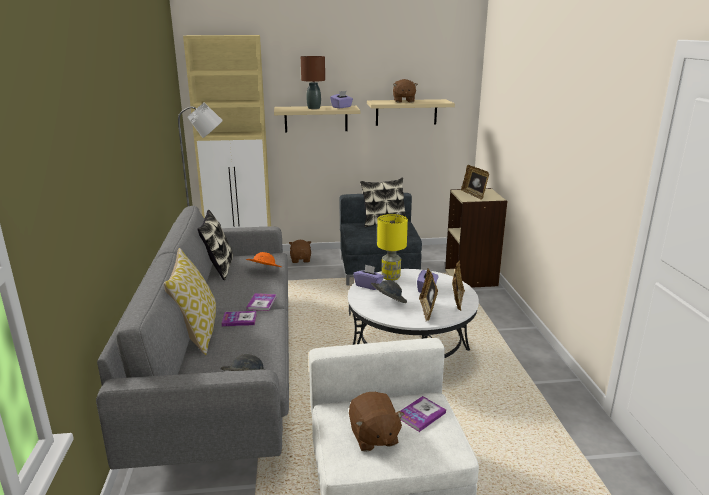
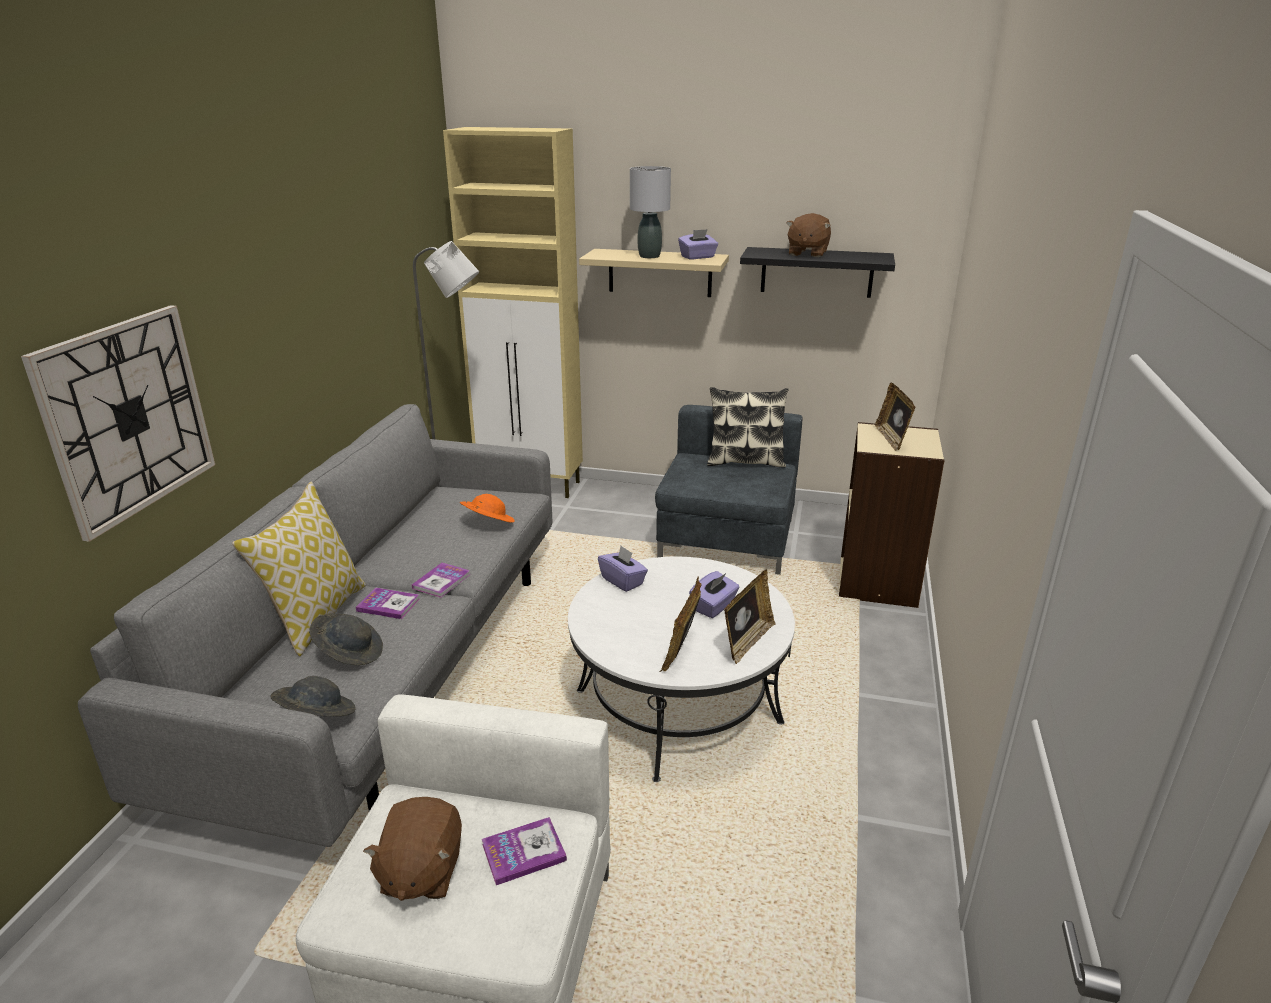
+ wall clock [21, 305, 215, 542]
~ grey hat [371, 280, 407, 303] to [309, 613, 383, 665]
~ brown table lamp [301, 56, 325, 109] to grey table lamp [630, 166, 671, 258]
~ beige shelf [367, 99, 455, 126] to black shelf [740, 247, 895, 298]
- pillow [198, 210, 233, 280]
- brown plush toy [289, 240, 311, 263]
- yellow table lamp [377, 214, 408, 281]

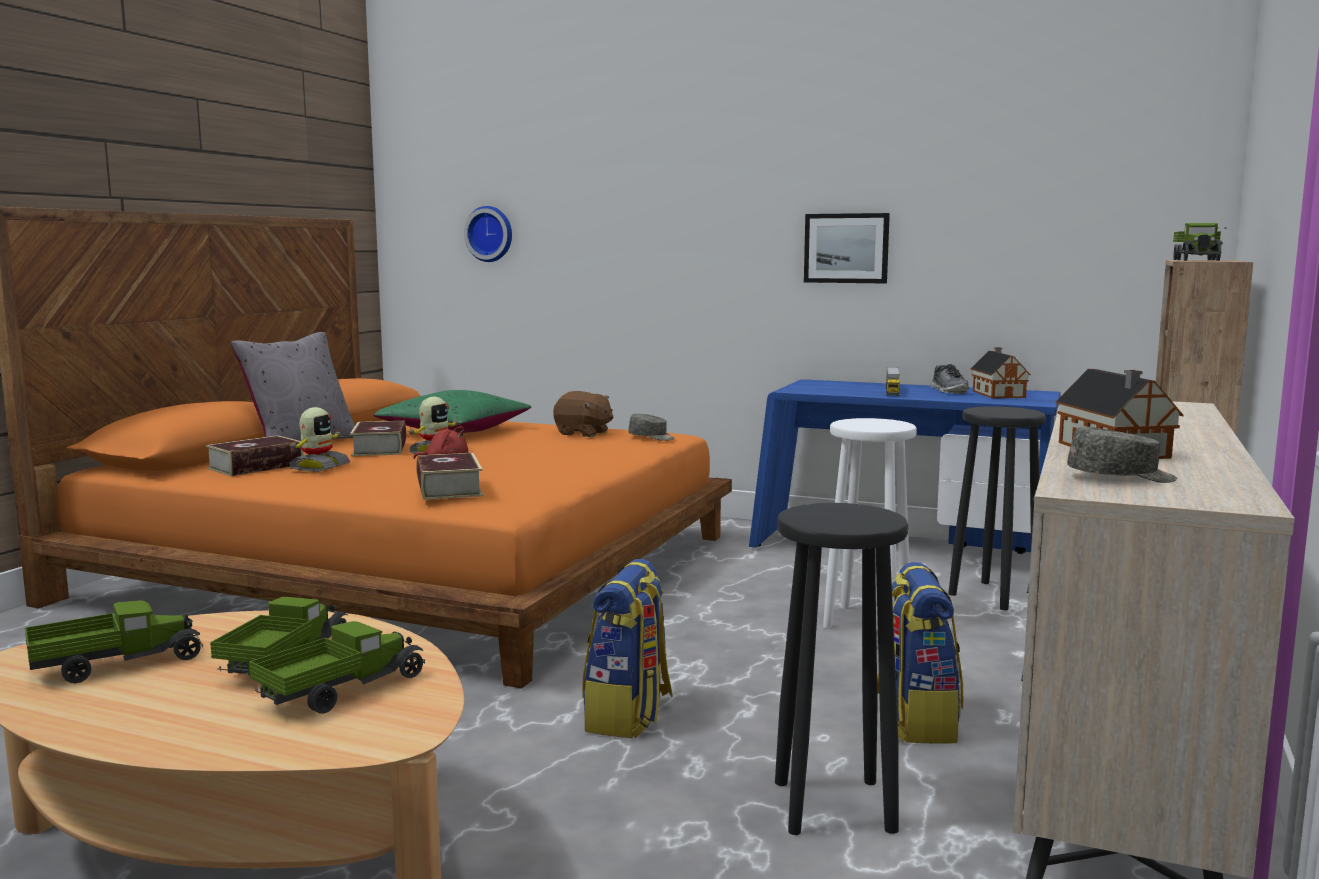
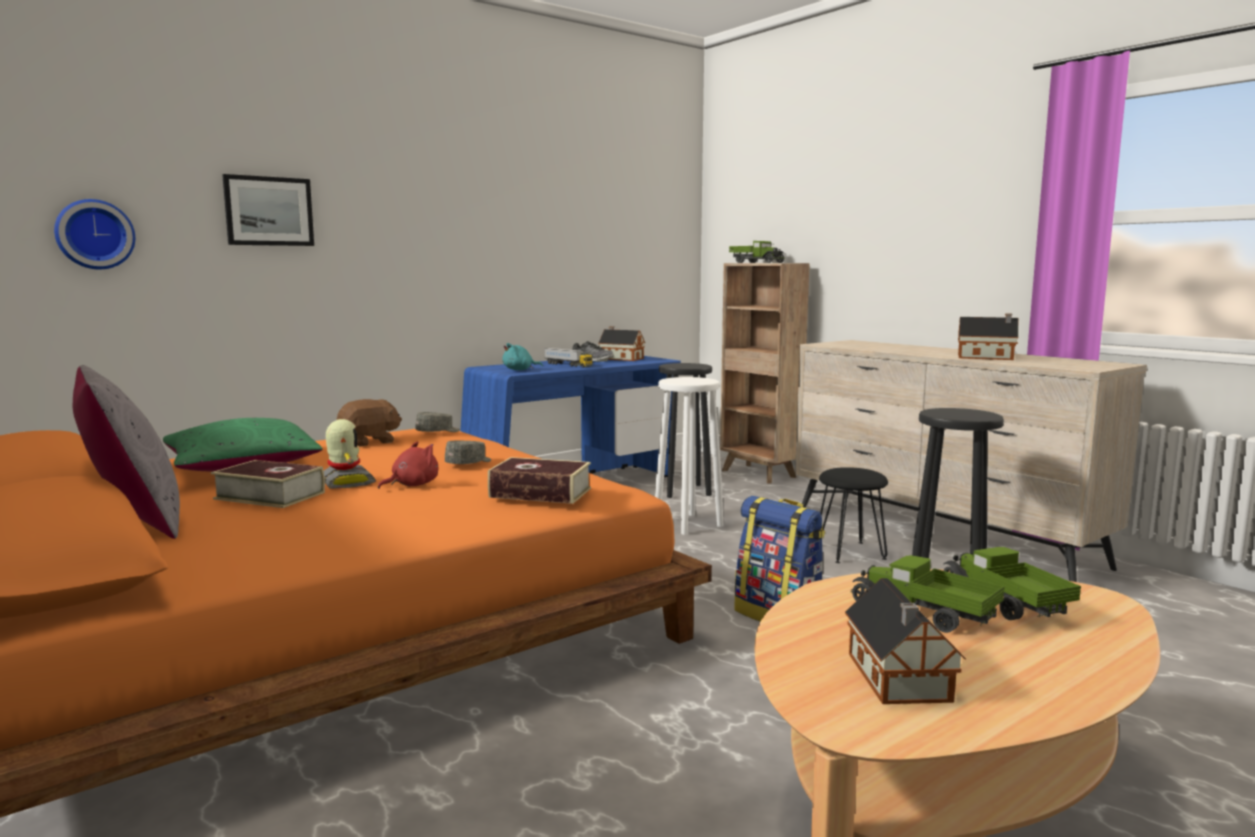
~ picture [804, 213, 890, 284] to [222, 174, 314, 246]
~ grey cap [1067, 427, 1177, 483] to [445, 441, 491, 464]
+ turquoise plush toy [502, 343, 543, 370]
~ backpack [877, 562, 963, 744] to black stool [819, 467, 888, 563]
~ toy truck [25, 600, 203, 683] to toy house [845, 578, 966, 704]
- book [206, 435, 303, 476]
- toy robot [287, 407, 350, 472]

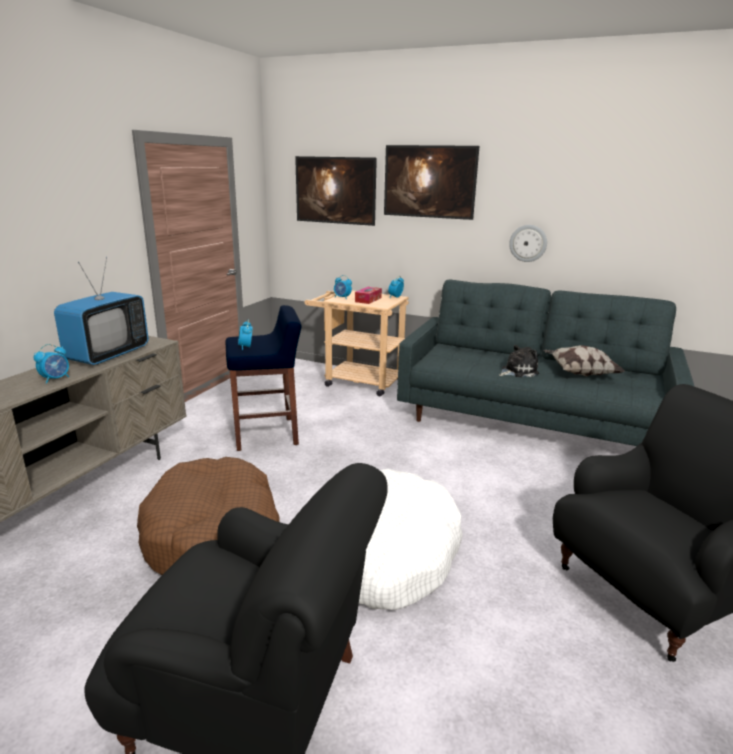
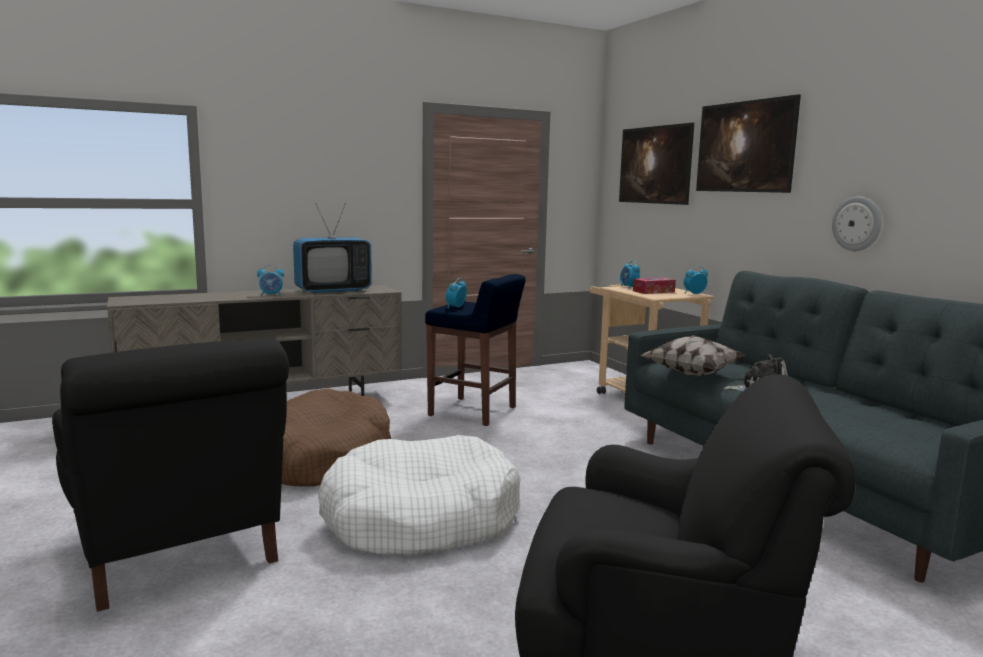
~ pillow [544, 345, 624, 376] to [641, 335, 745, 376]

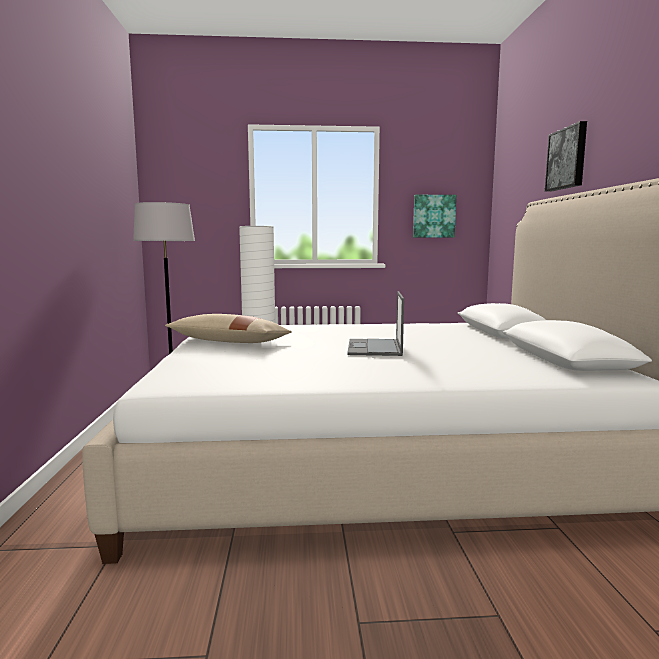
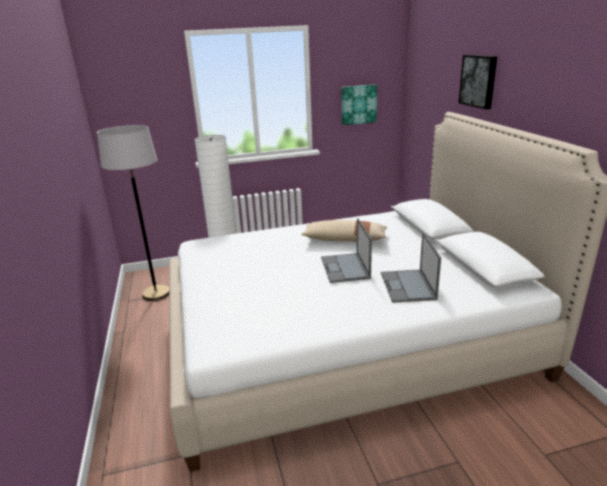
~ beige pillow [165, 314, 292, 343] to [301, 220, 387, 242]
+ laptop [381, 232, 441, 303]

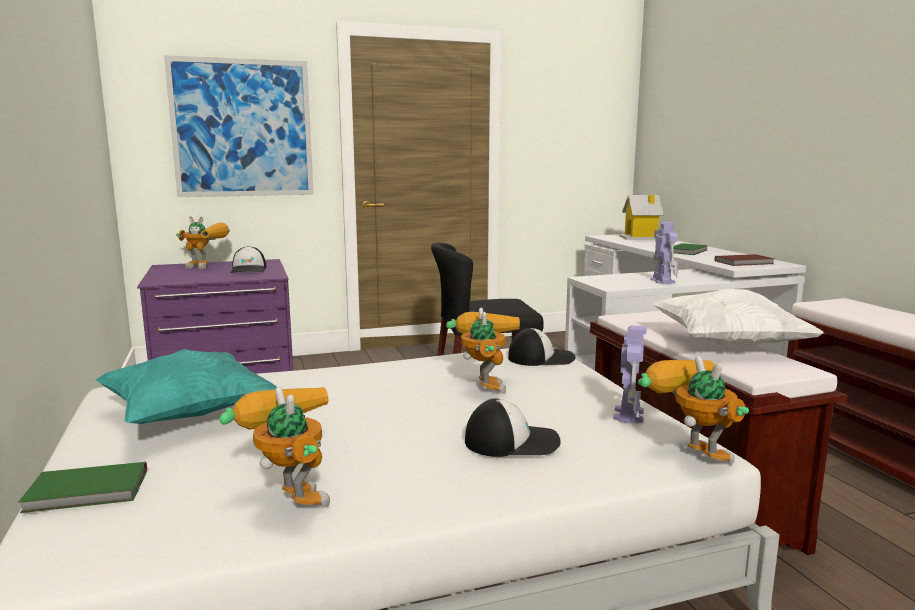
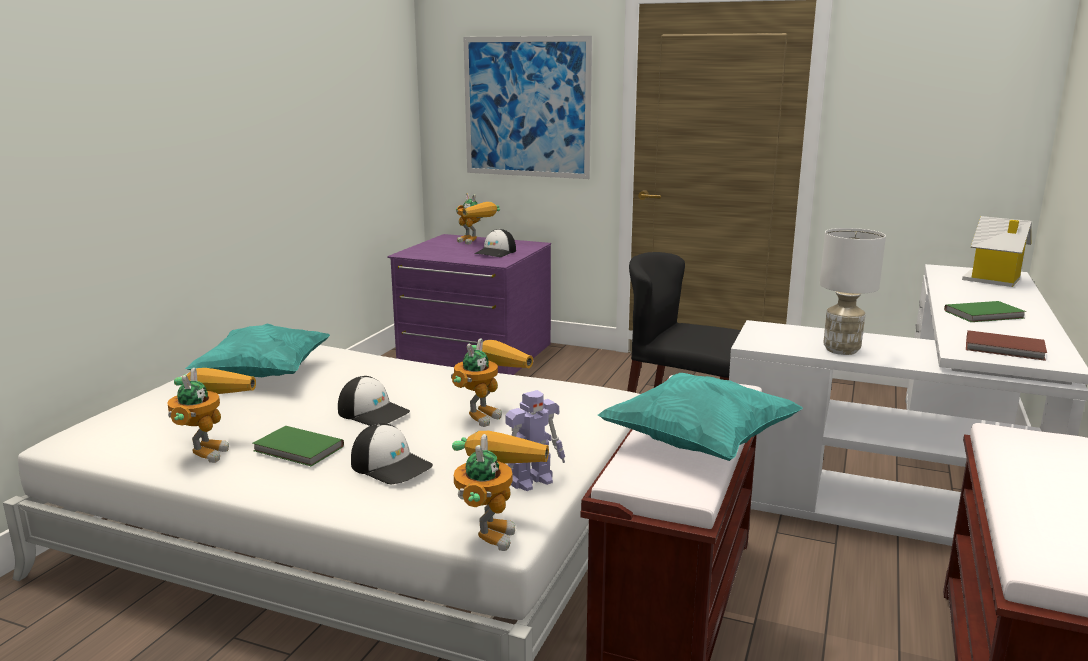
~ green book [18, 462, 147, 513] to [252, 426, 344, 466]
~ cap [508, 328, 576, 366] to [338, 376, 410, 426]
~ white pillow [653, 289, 824, 347] to turquoise pillow [598, 373, 803, 461]
~ toy robot [650, 222, 678, 284] to white table lamp [820, 228, 886, 355]

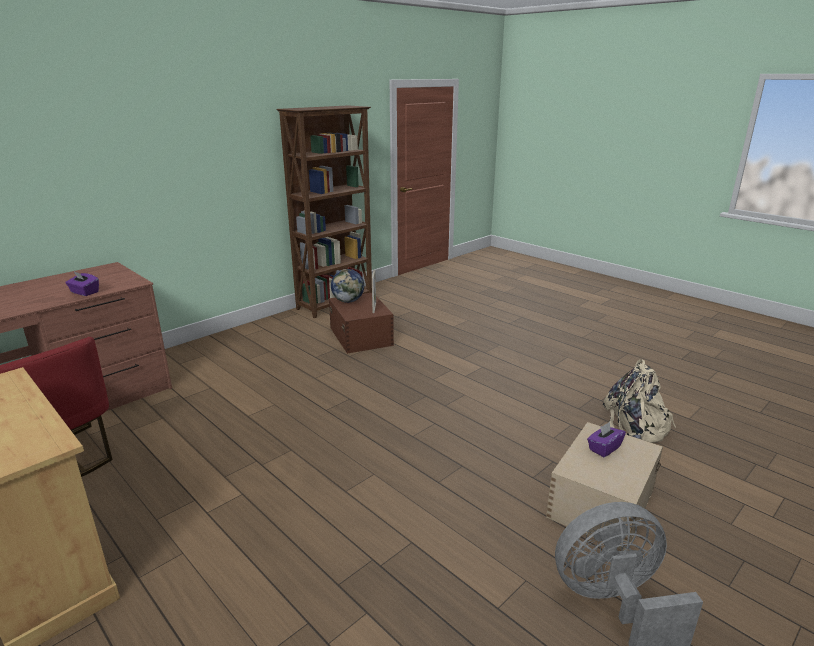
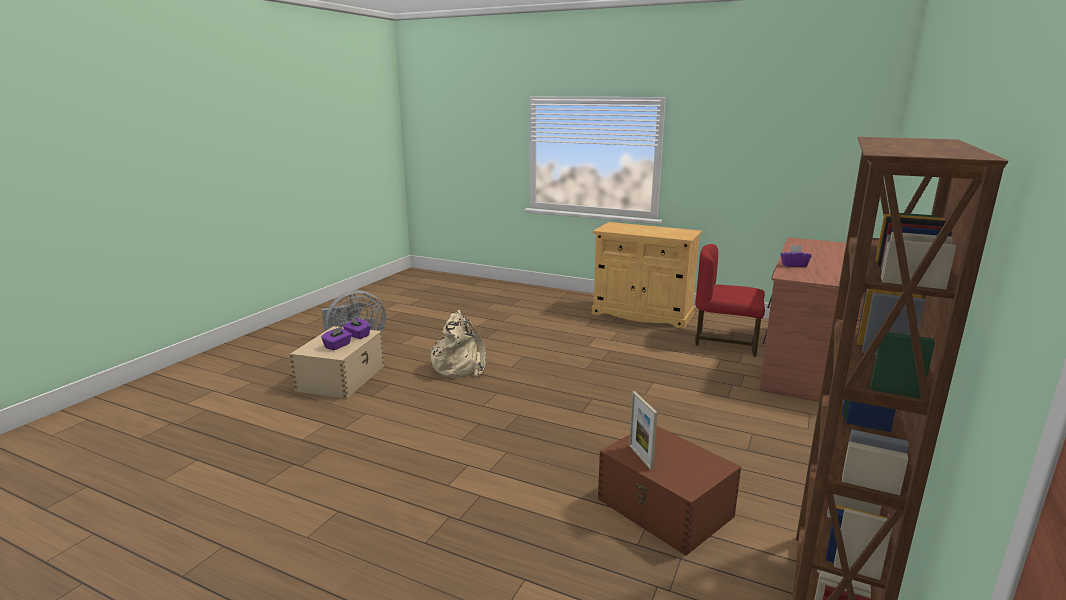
+ purple tissue box [343, 318, 371, 339]
~ beige backpack [602, 359, 676, 443] to [428, 310, 486, 378]
- globe [331, 269, 364, 303]

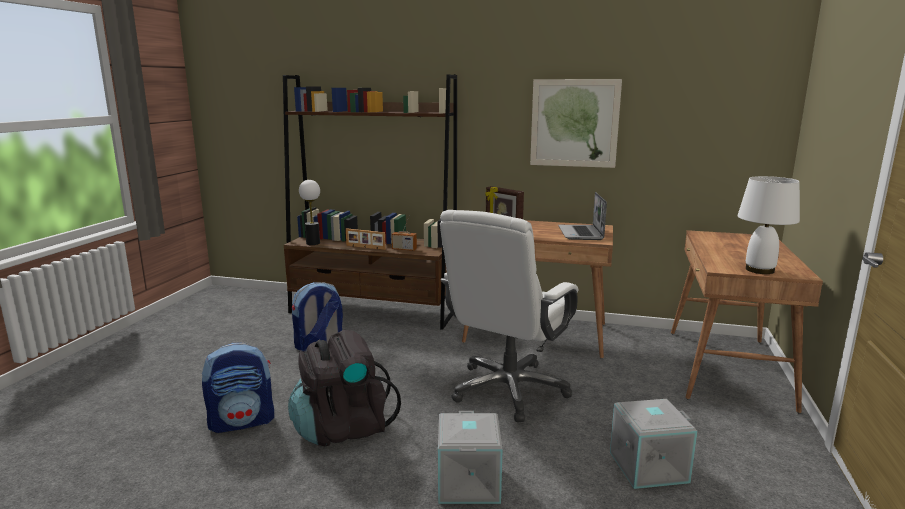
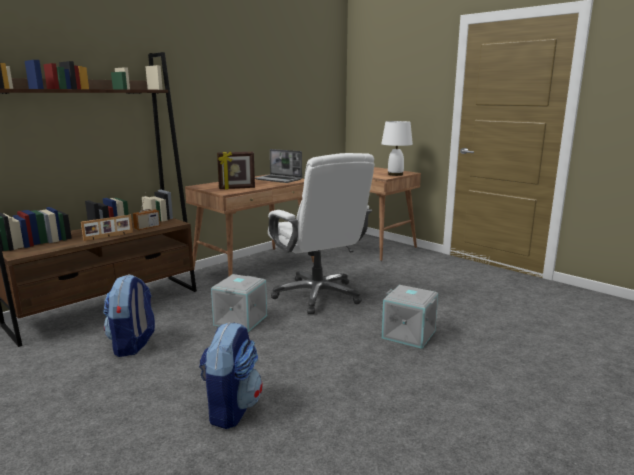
~ grey storage box [610, 399, 698, 489] to [211, 274, 267, 332]
- black backpack [288, 330, 401, 446]
- table lamp [299, 180, 320, 245]
- picture [530, 79, 622, 168]

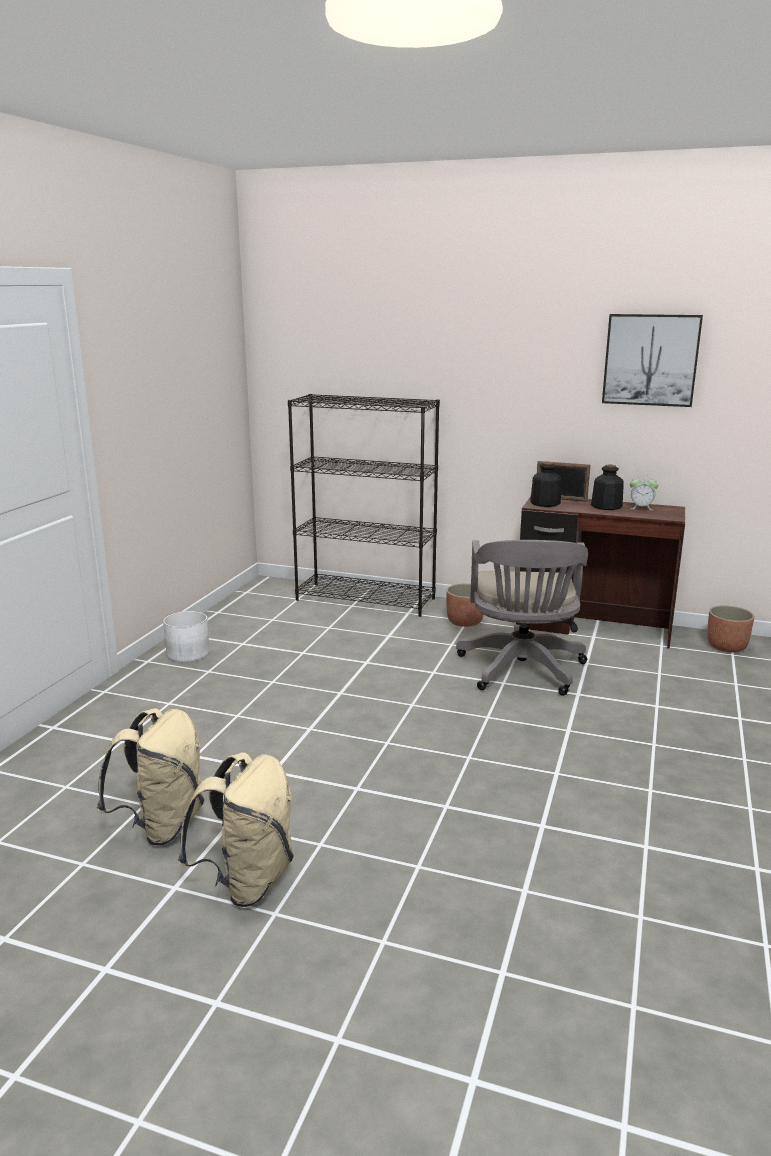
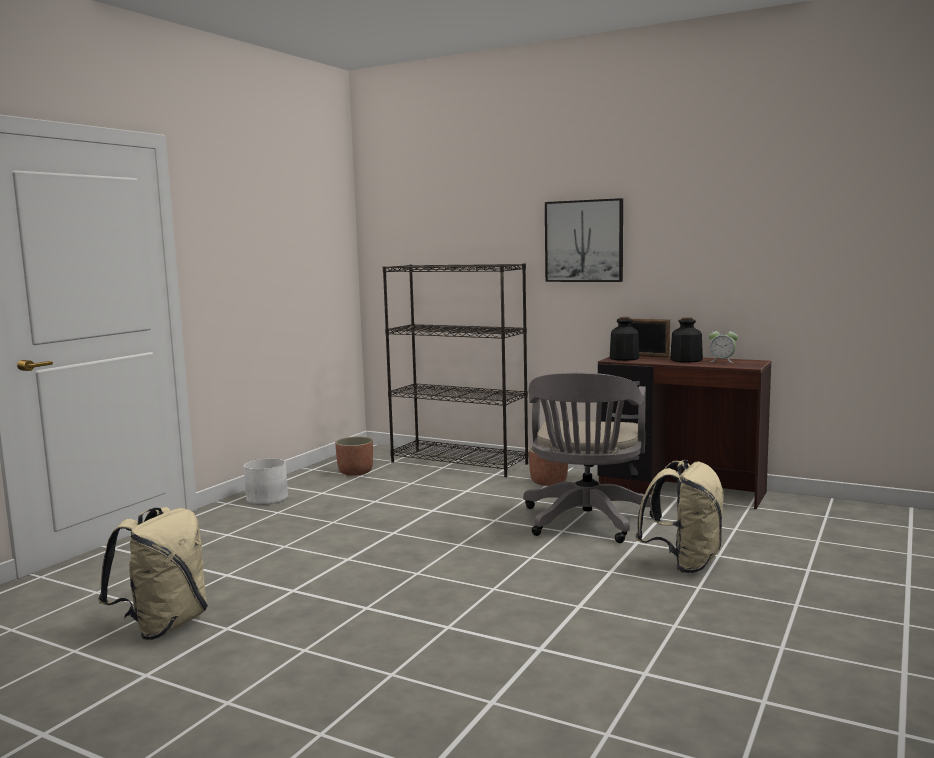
~ planter [707, 606, 755, 652] to [335, 437, 373, 476]
~ picture [602, 314, 703, 407] to [545, 198, 623, 282]
~ beige backpack [178, 752, 294, 907] to [635, 460, 725, 574]

